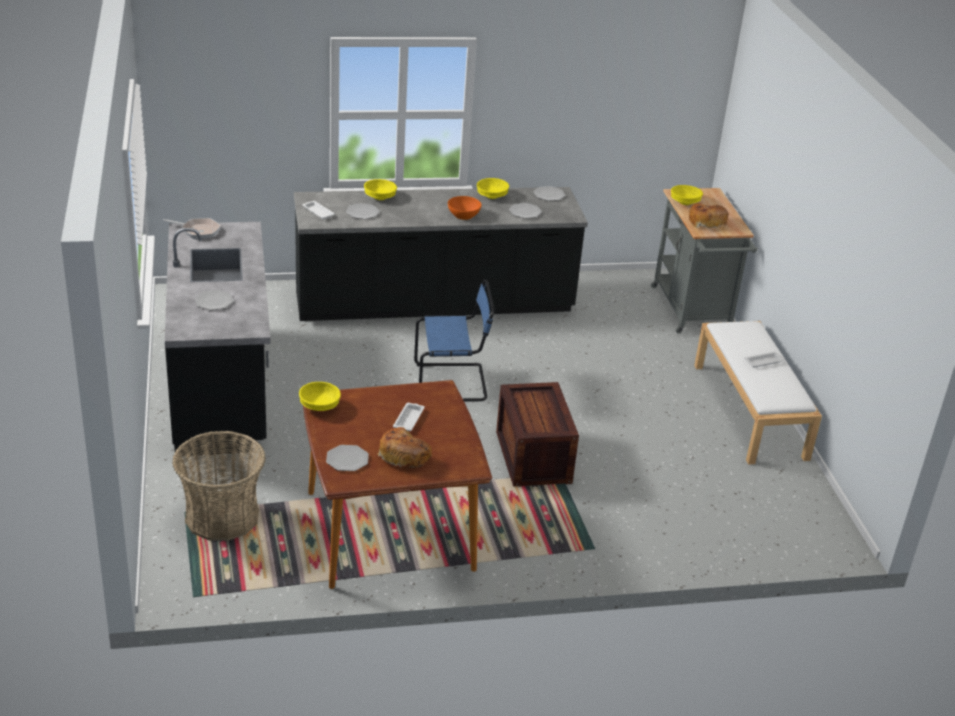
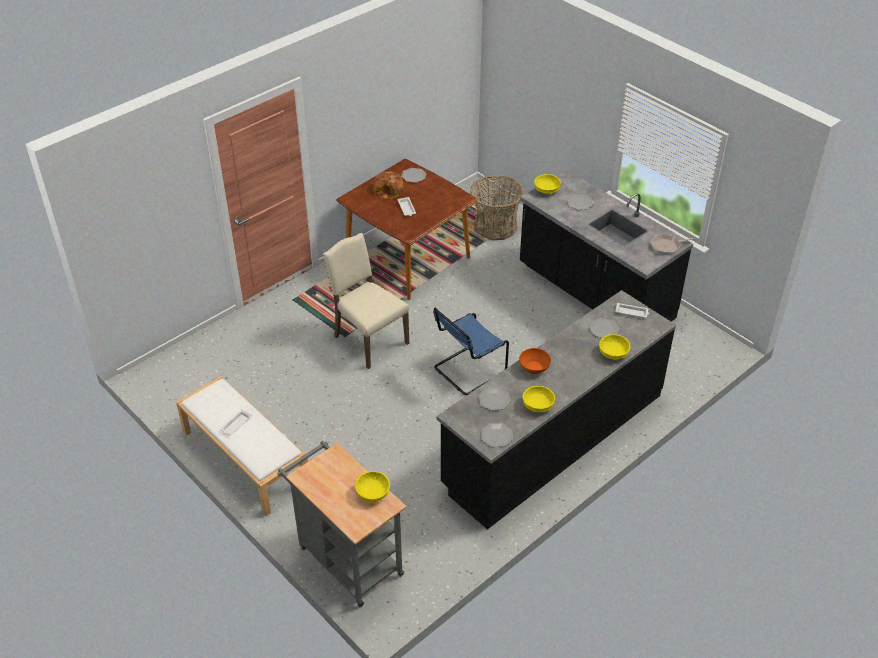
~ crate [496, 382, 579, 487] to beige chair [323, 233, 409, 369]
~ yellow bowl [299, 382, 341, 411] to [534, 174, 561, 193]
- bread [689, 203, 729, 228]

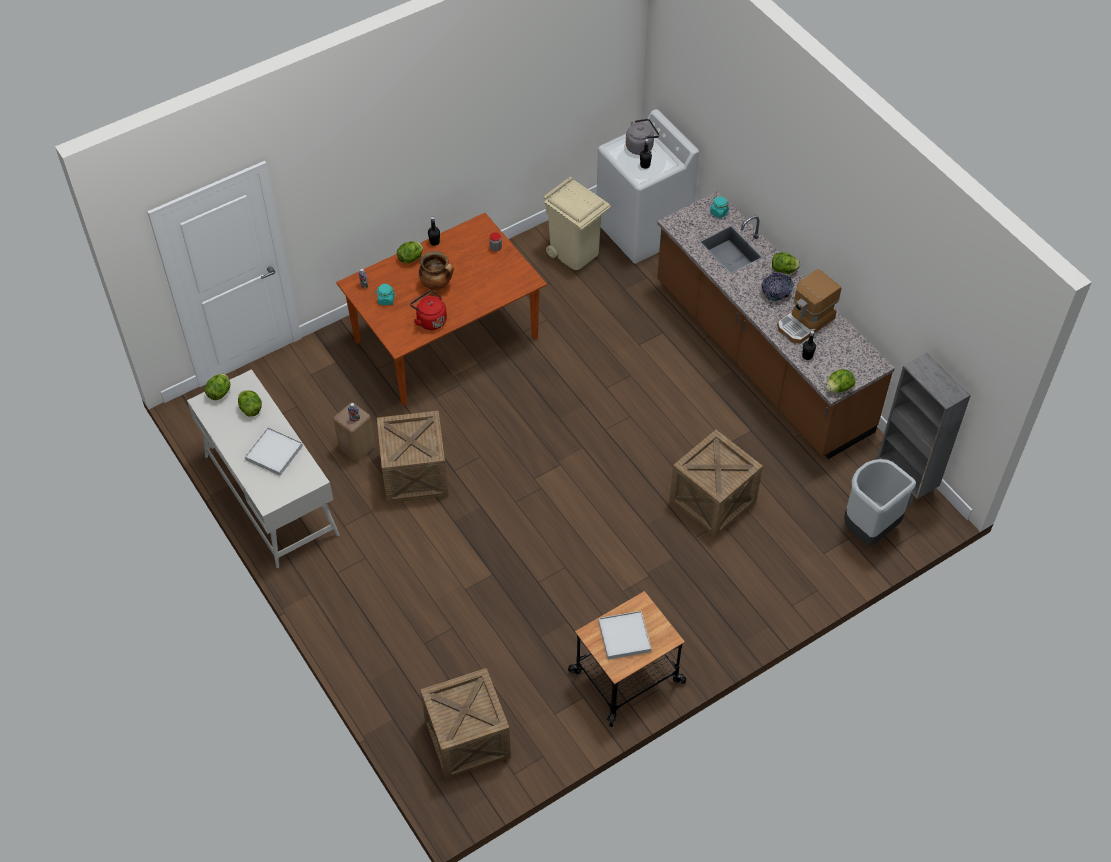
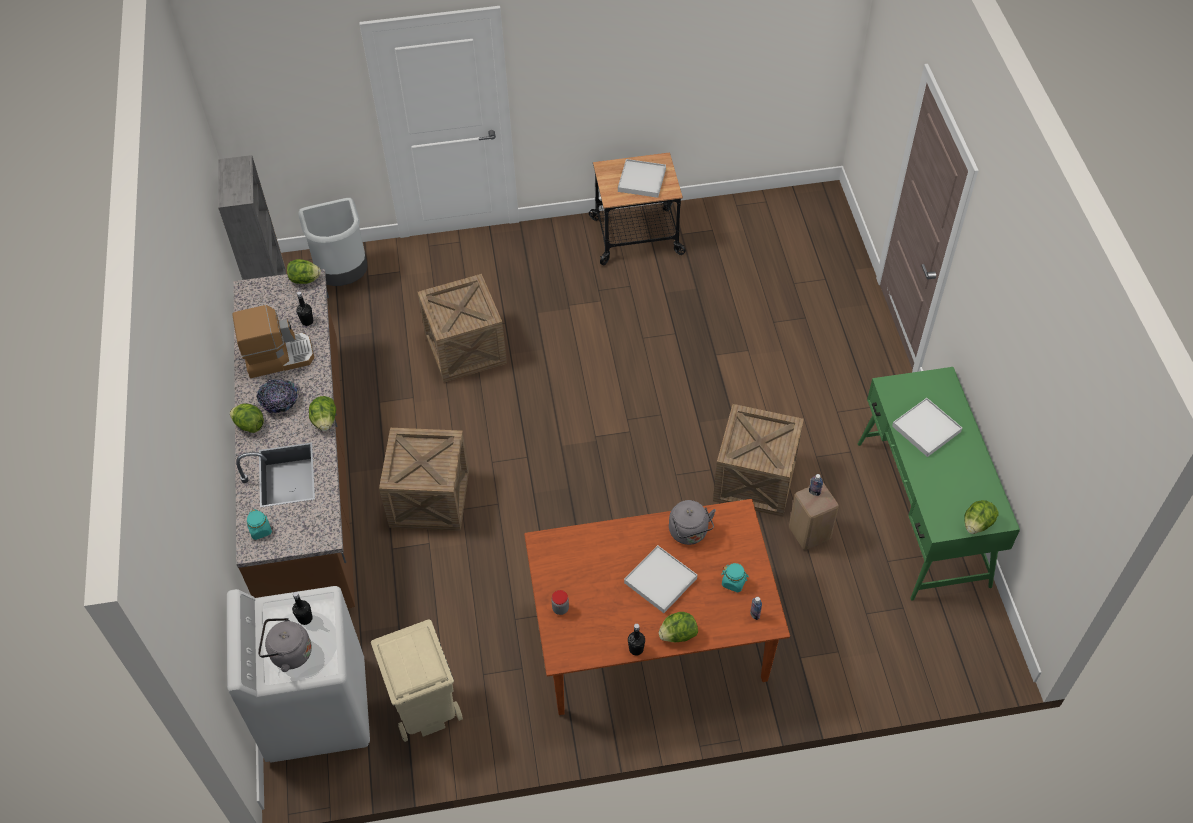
~ lettuce [238, 390, 262, 417] to [309, 396, 336, 431]
~ crate [420, 668, 511, 779] to [379, 428, 469, 531]
~ cooking pot [419, 251, 454, 291] to white tray [624, 545, 697, 613]
~ red kettle [410, 290, 447, 330] to grey kettle [669, 500, 716, 545]
~ white desk [187, 369, 340, 568] to green desk [858, 367, 1020, 601]

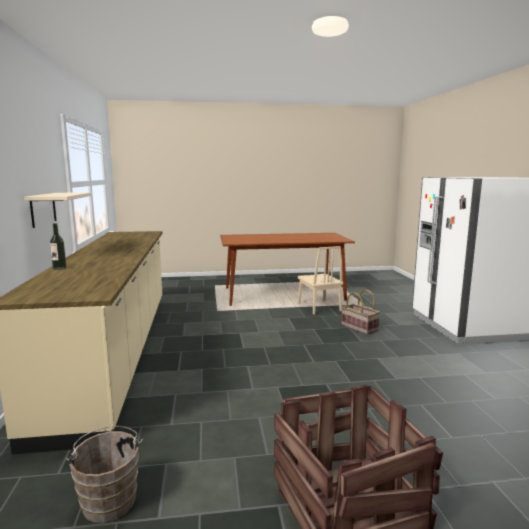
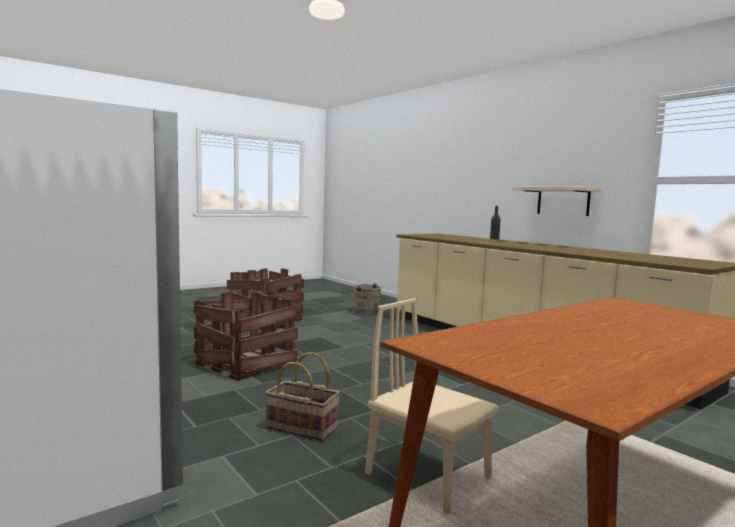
+ crate [193, 291, 298, 381]

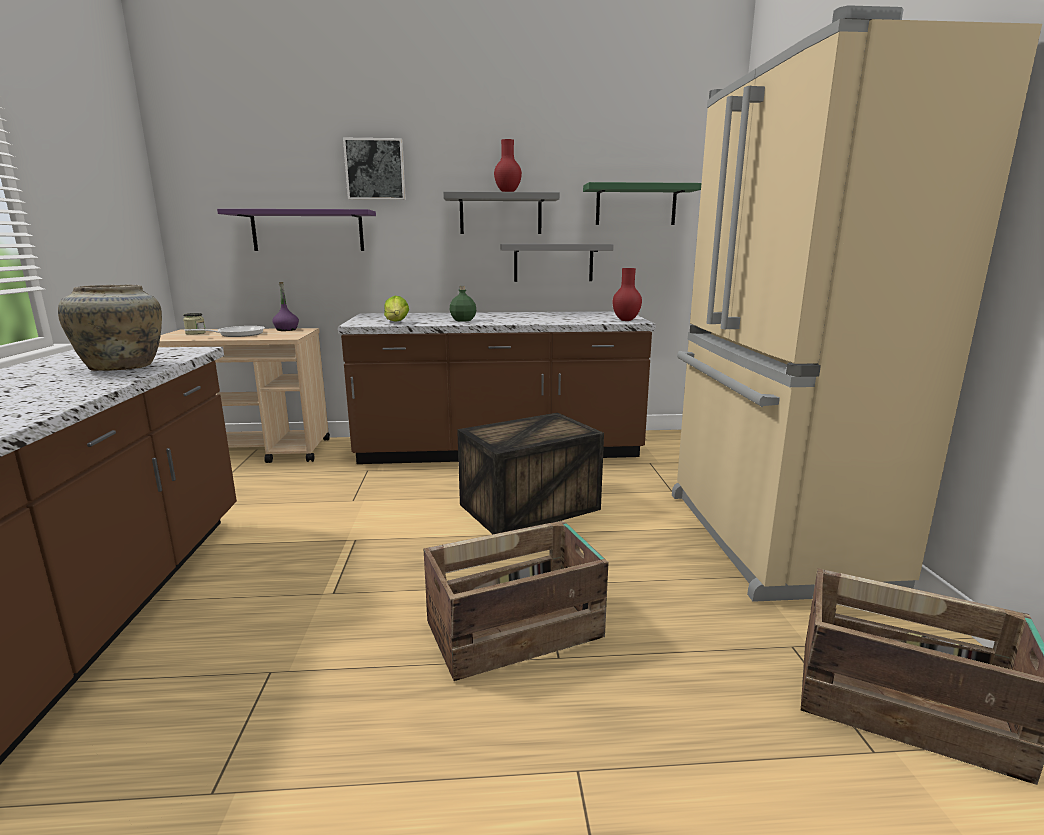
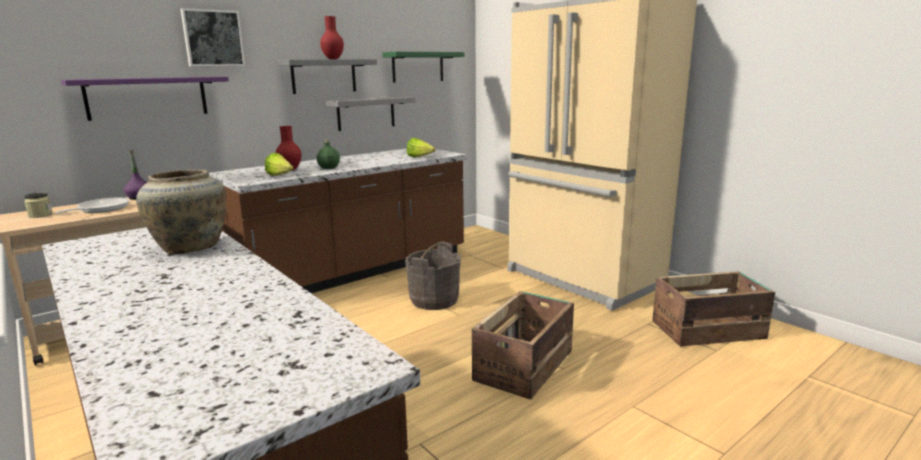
~ red vase [613, 268, 642, 321] to [276, 126, 301, 171]
~ crate [457, 413, 604, 534] to grey bucket [405, 241, 461, 310]
+ lettuce [407, 138, 436, 157]

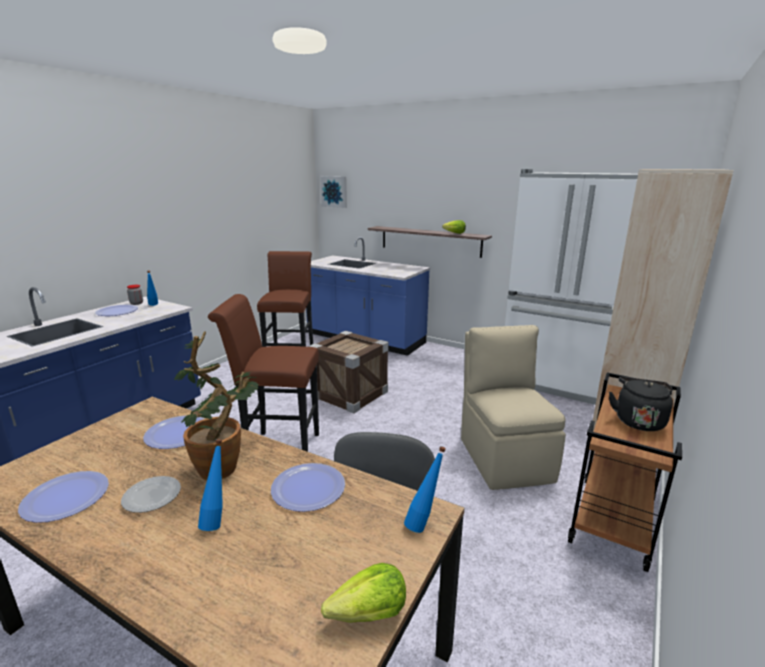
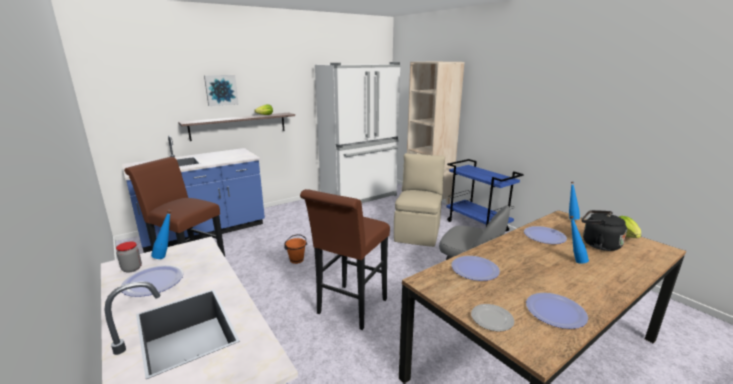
~ picture [320, 176, 347, 208] to [204, 75, 238, 106]
~ crate [309, 331, 389, 413] to orange bucket [284, 234, 307, 264]
~ beige chair [461, 325, 566, 490] = [394, 153, 445, 247] 90 degrees clockwise
~ brown cart [568, 372, 682, 572] to blue cart [446, 159, 524, 232]
~ plate [121, 476, 181, 513] to [471, 304, 514, 331]
~ black kettle [609, 377, 673, 431] to [581, 210, 627, 251]
- potted plant [174, 331, 259, 480]

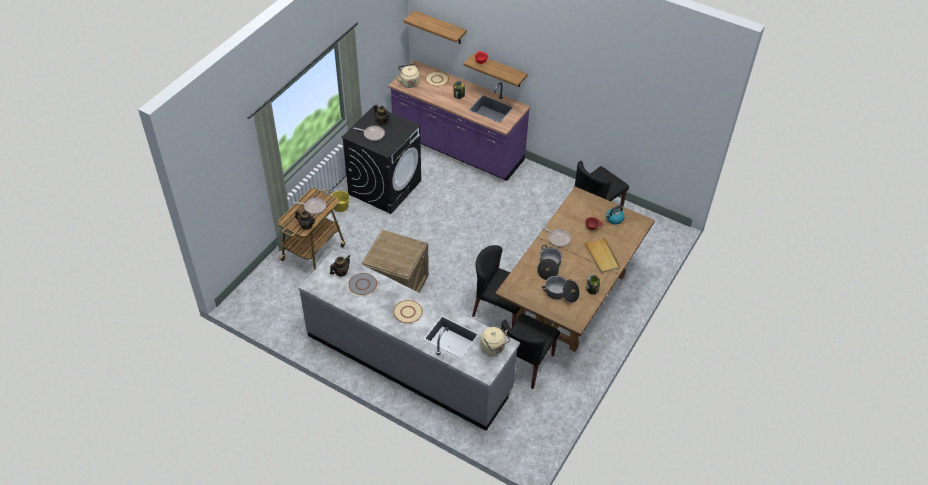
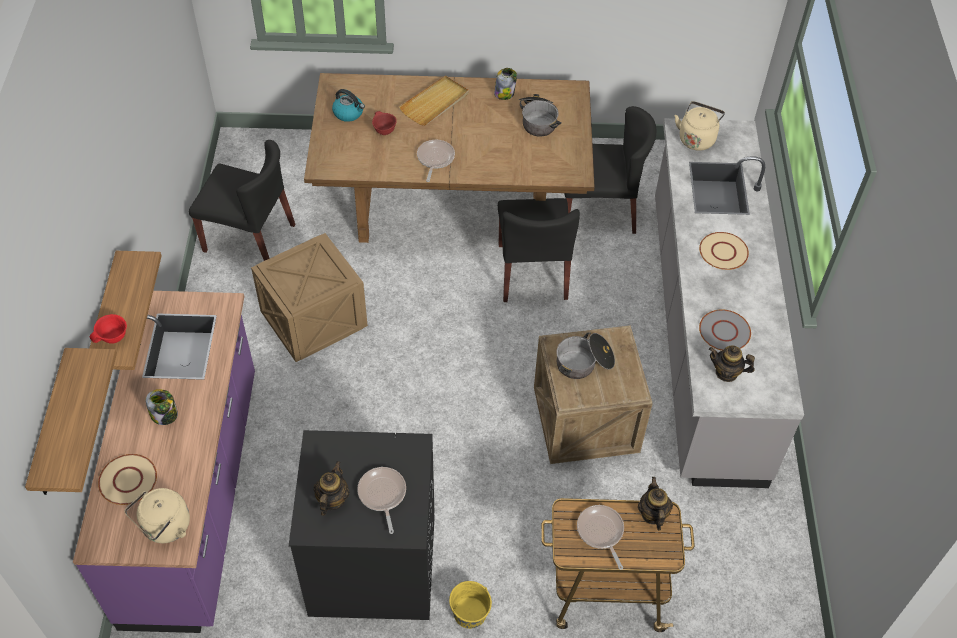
+ crate [251, 233, 368, 362]
~ cooking pot [537, 245, 562, 280] to [556, 333, 615, 379]

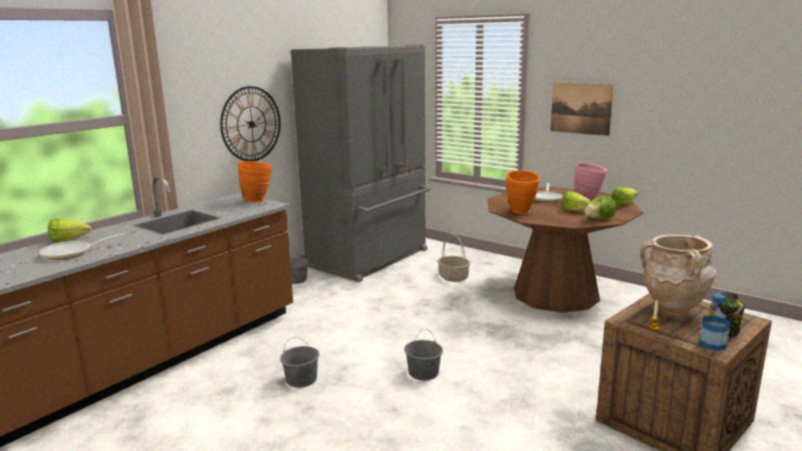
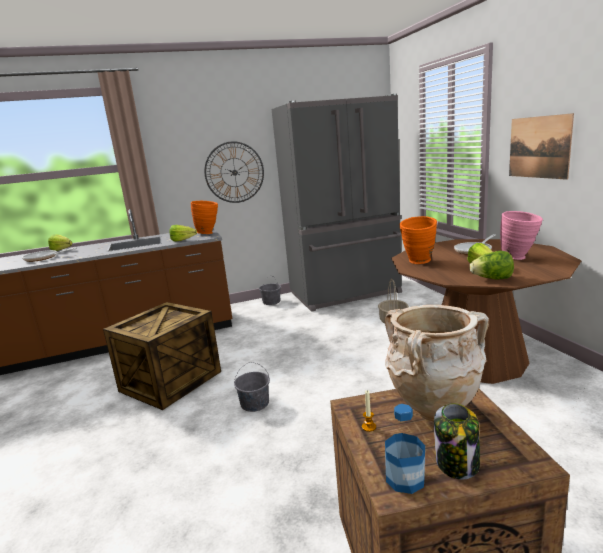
~ grey bucket [280, 337, 319, 388] to crate [103, 302, 221, 410]
~ lettuce [611, 187, 638, 206] to [169, 225, 197, 242]

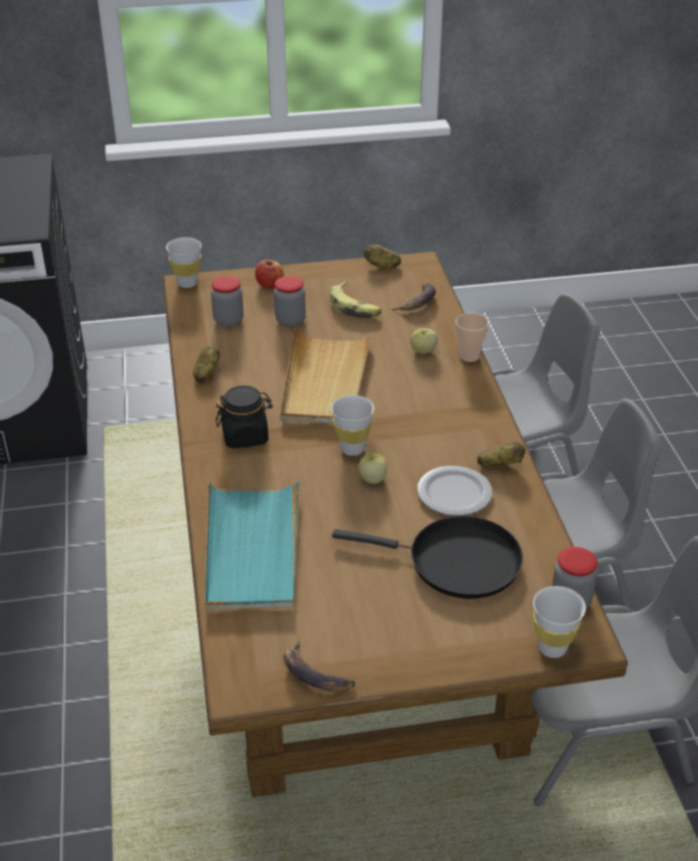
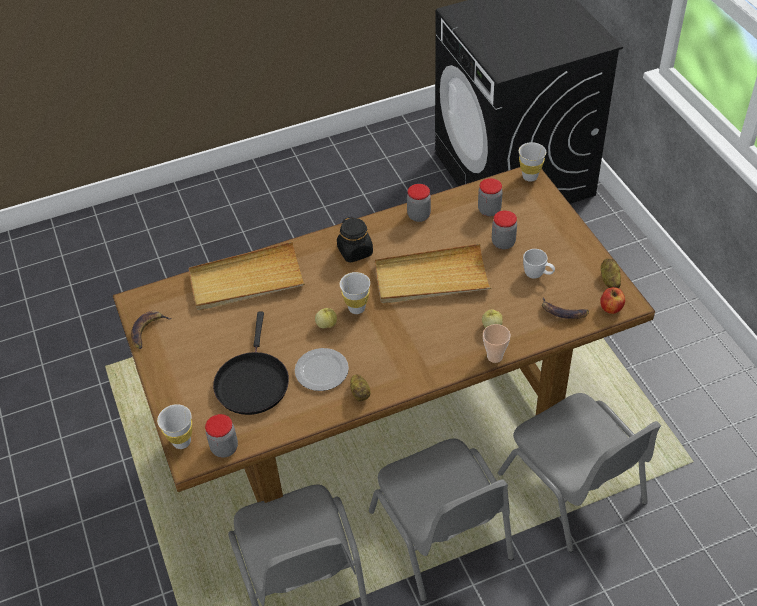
~ turquoise tray [205, 479, 300, 610] to beige tray [189, 242, 305, 310]
~ potato [193, 346, 220, 383] to jar [407, 184, 431, 222]
~ banana [329, 282, 382, 318] to white mug [523, 249, 555, 279]
~ apple [255, 260, 284, 289] to [600, 287, 625, 314]

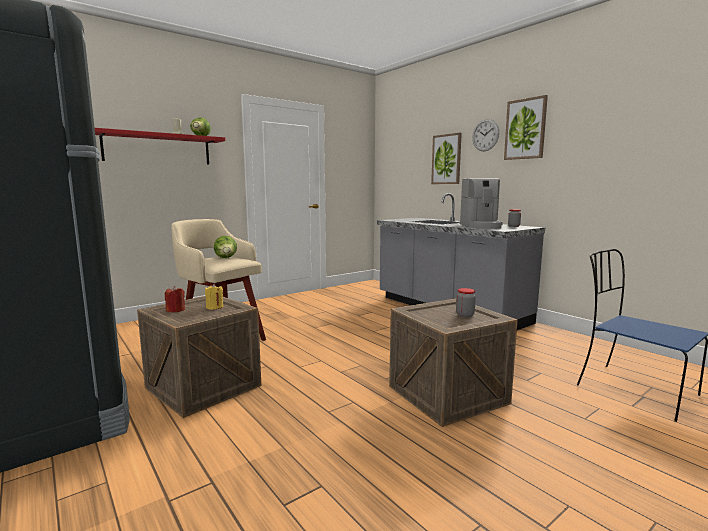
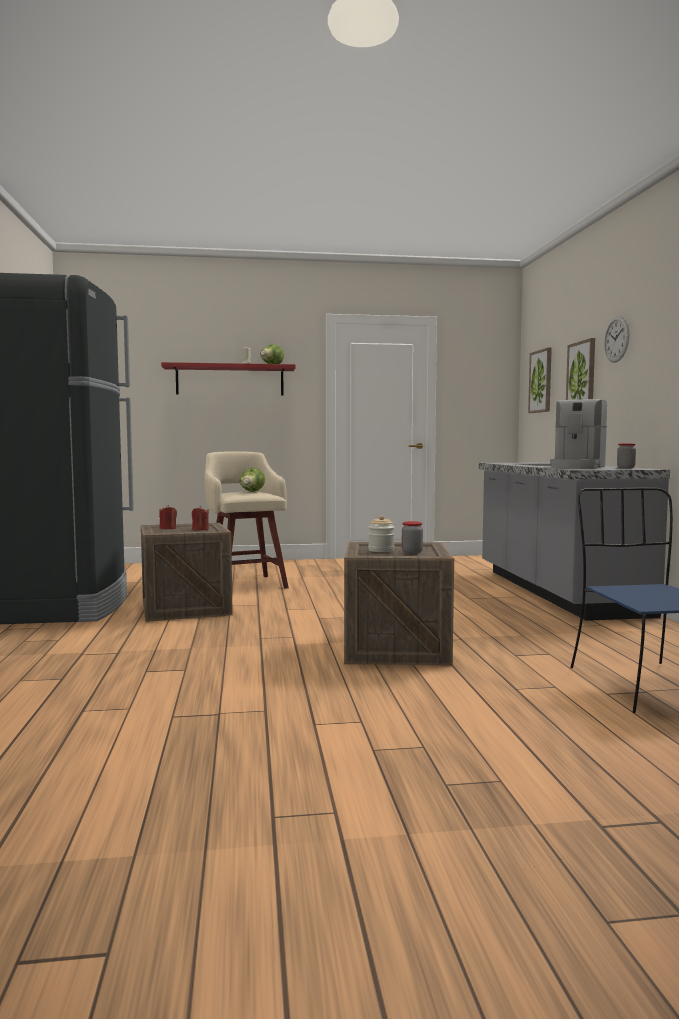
~ yellow candle [205, 284, 223, 310] to red candle [192, 506, 209, 531]
+ jar [368, 515, 395, 552]
~ picture [504, 95, 548, 160] to [528, 347, 552, 413]

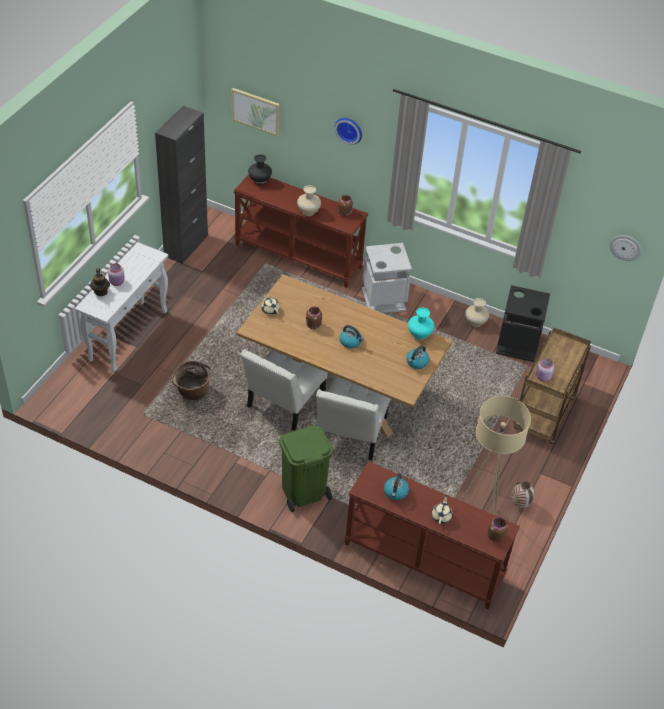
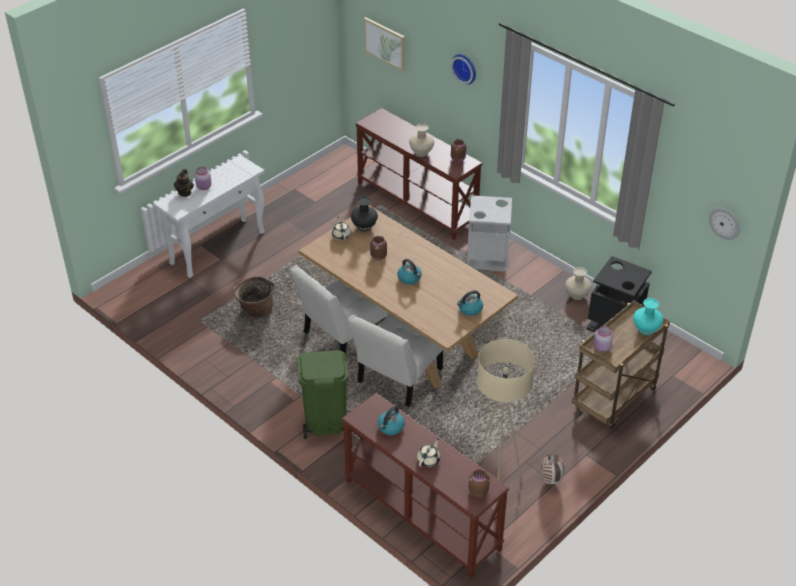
~ black vase [248, 154, 272, 185] to [351, 197, 378, 231]
~ turquoise vase [408, 307, 435, 340] to [633, 298, 663, 335]
- black cabinet [155, 106, 208, 264]

